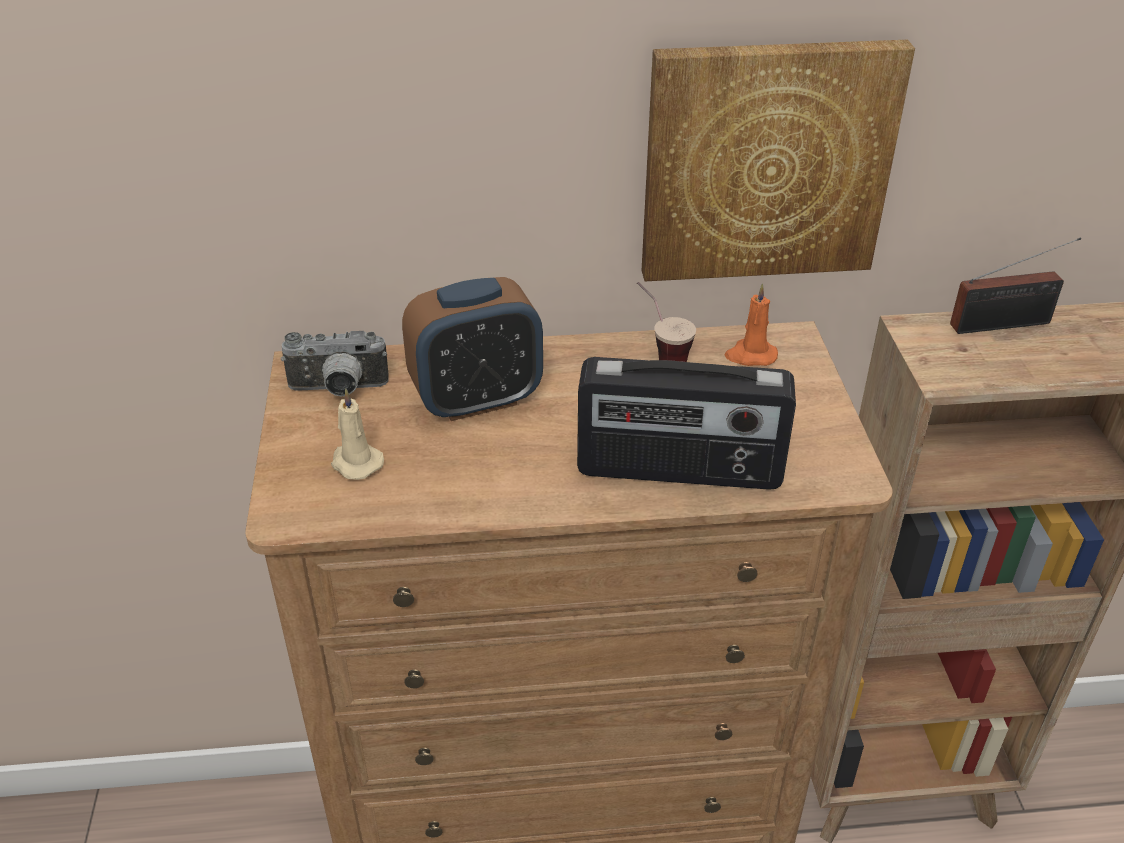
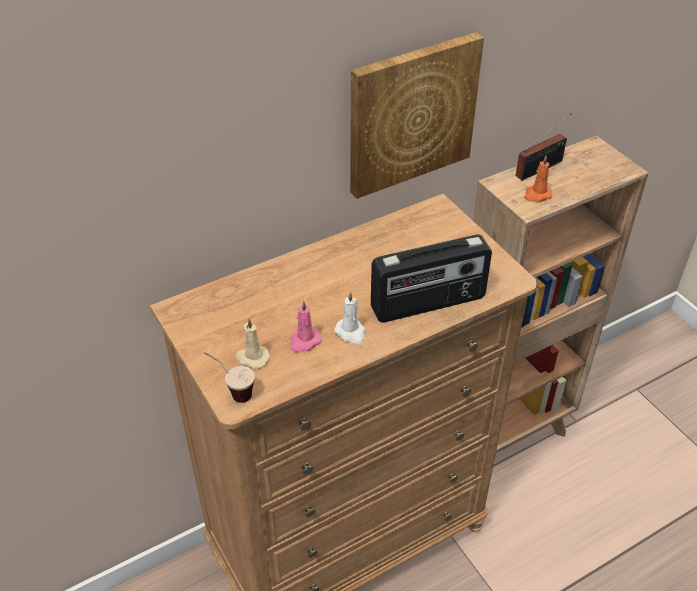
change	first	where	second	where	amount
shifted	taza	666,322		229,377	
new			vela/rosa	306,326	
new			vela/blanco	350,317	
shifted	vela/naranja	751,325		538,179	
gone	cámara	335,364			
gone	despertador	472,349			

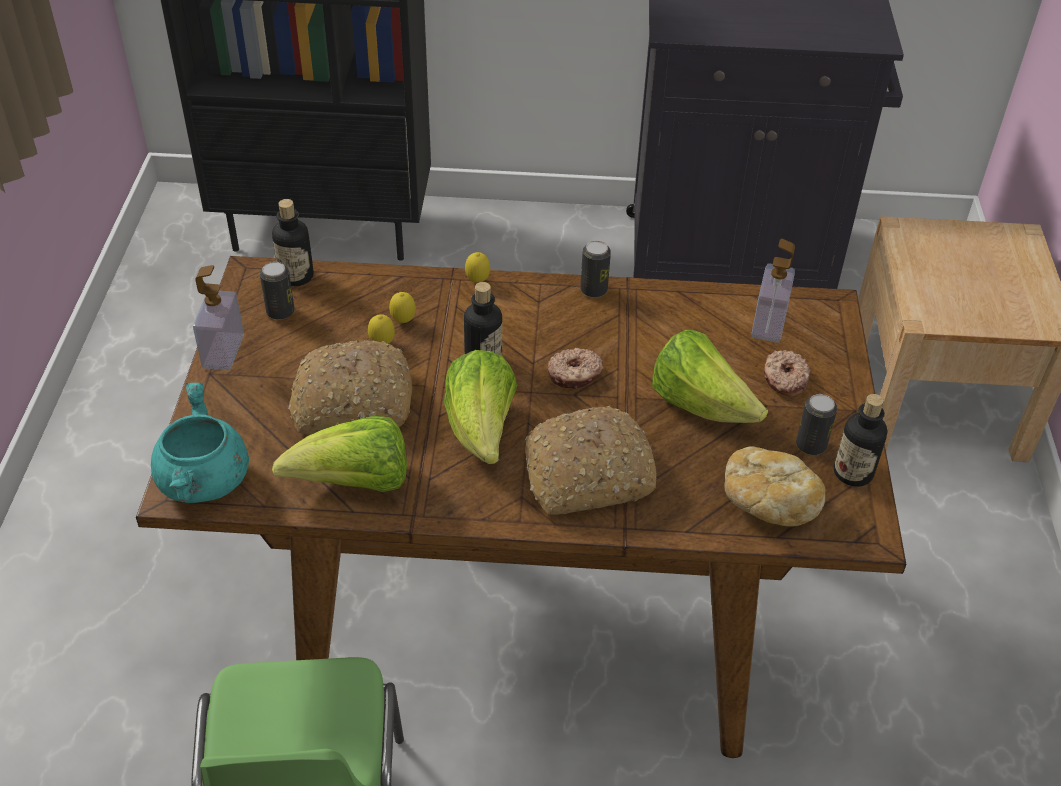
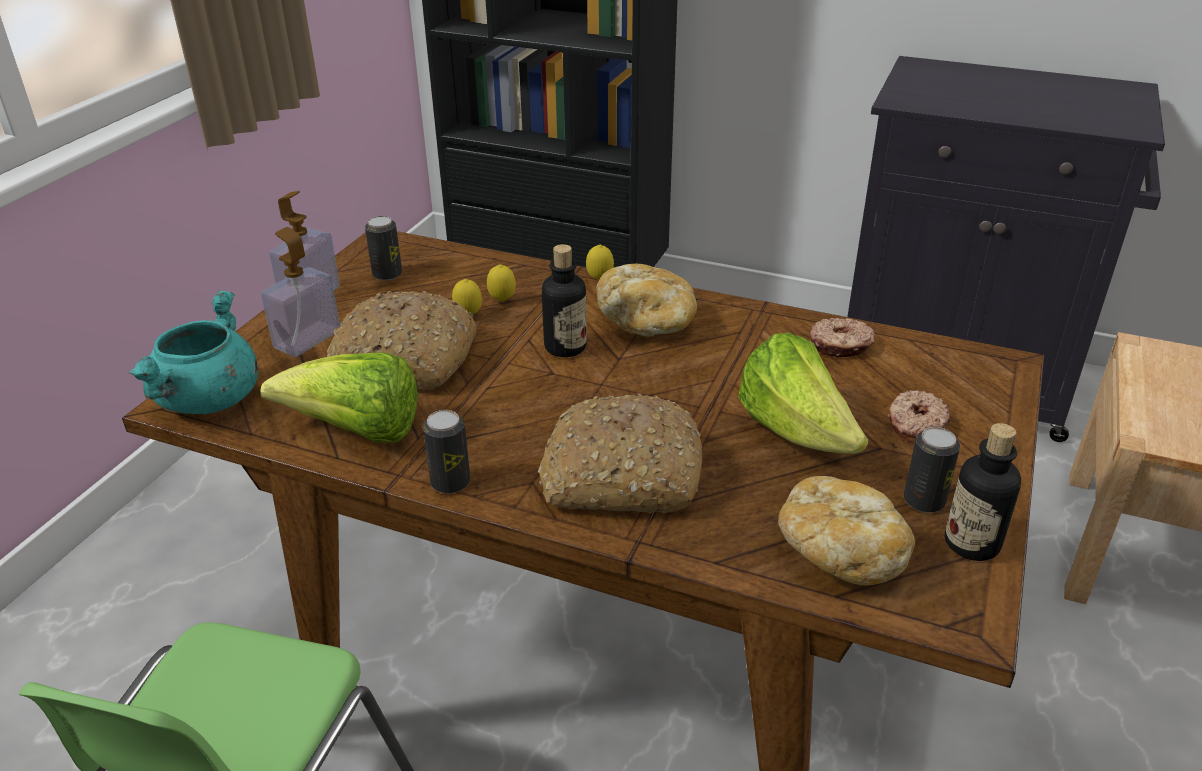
change	first	where	second	where	amount
shifted	dispensador de jabón	773,291		300,292	
shifted	lata	595,269		446,452	
new			pan	646,300	
shifted	rosquilla	575,368		843,338	
gone	botella	293,242			
gone	lechuga	480,407			

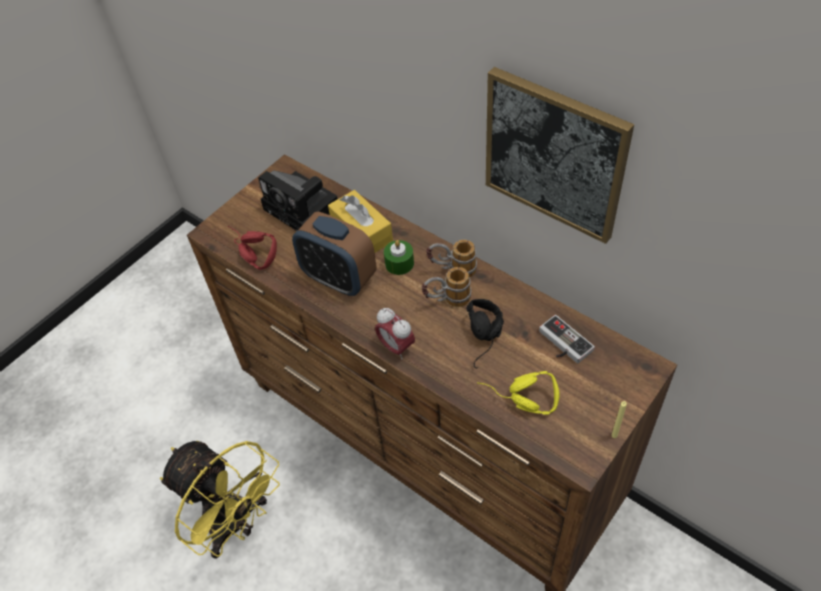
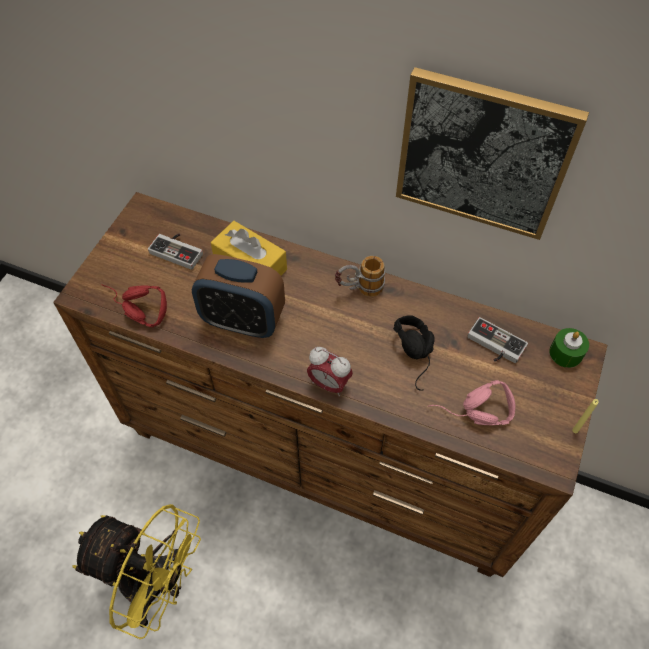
change	first	where	second	where	amount
swapped	cámara	298,200	mando de consola	175,251	
repainted	auriculares/amarillo	518,393	auriculares/rosa	472,402	
shifted	vela/verde	399,257		569,348	
gone	taza grande	446,287			

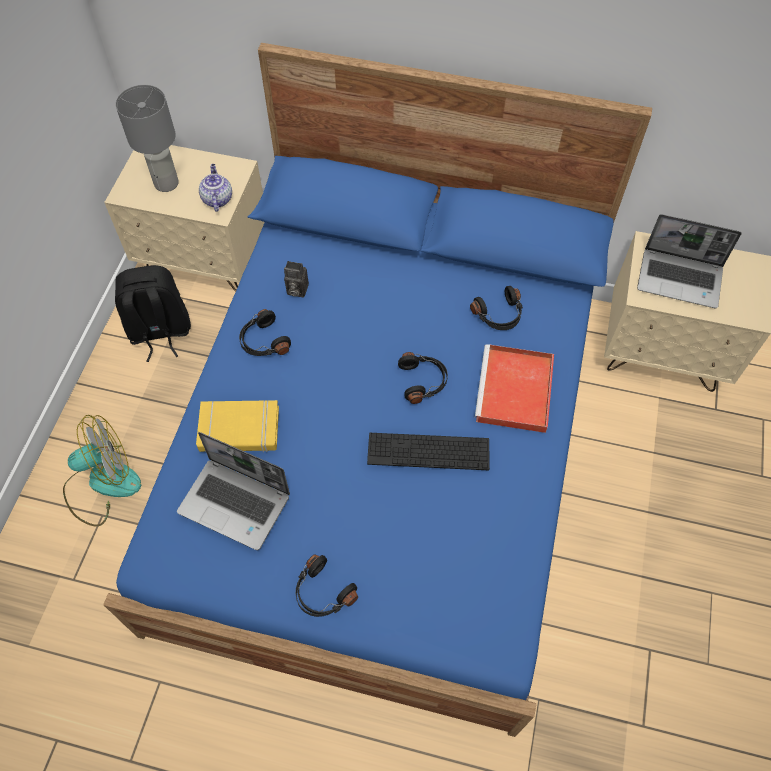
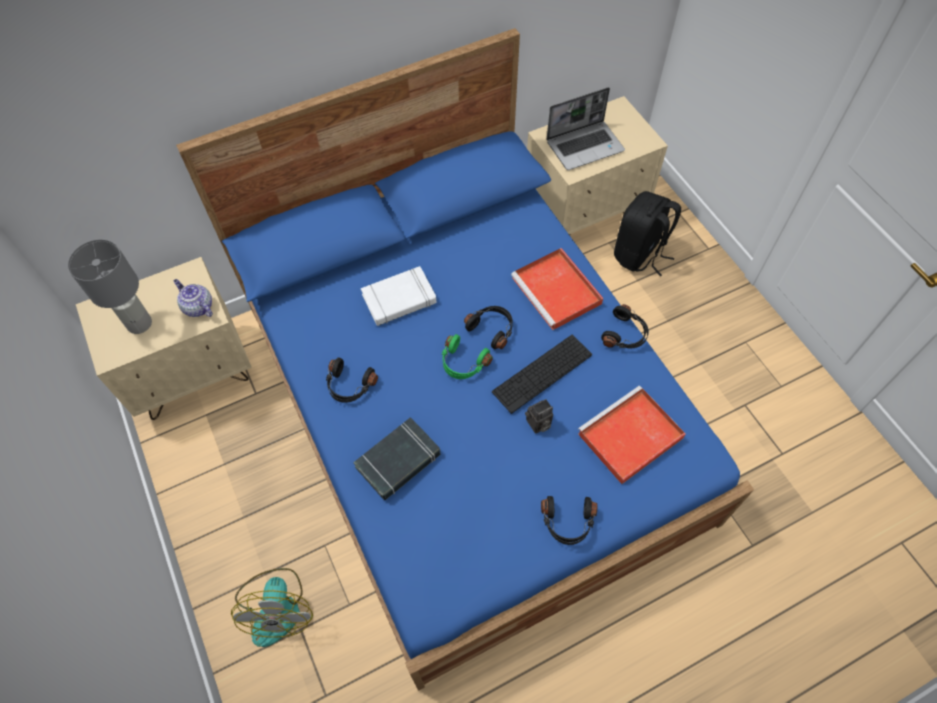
change	first	where	second	where	amount
rotated	ventilador	102,471		272,607	150 degrees clockwise
repainted	libro/amarillo	237,426	libro/negro	396,458	
new			libro/blanco	398,296	
new			auriculares/verde	467,356	
shifted	cámara	296,279		539,416	
new			bandeja/rojo	632,435	
shifted	auriculares/negro	496,308		625,326	
shifted	mochila/negro	153,313		647,233	
gone	portátil	233,491			

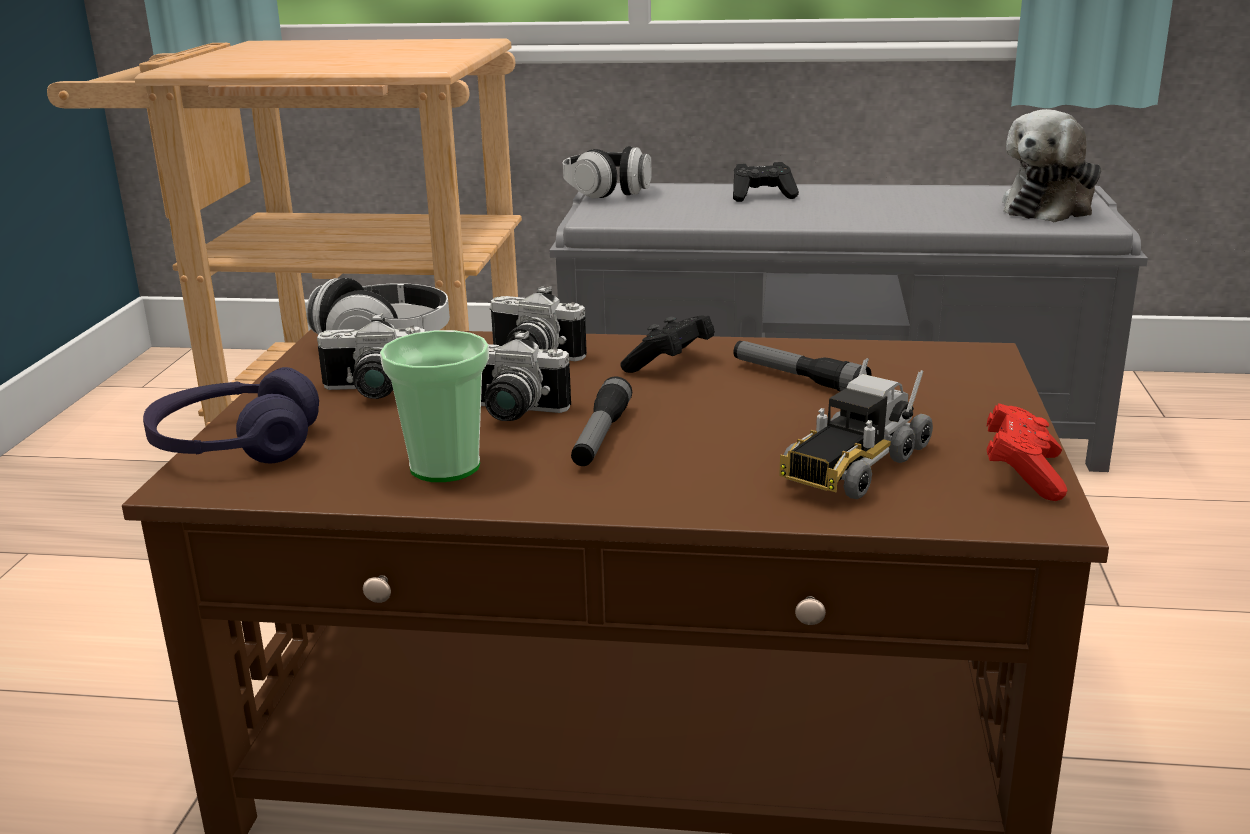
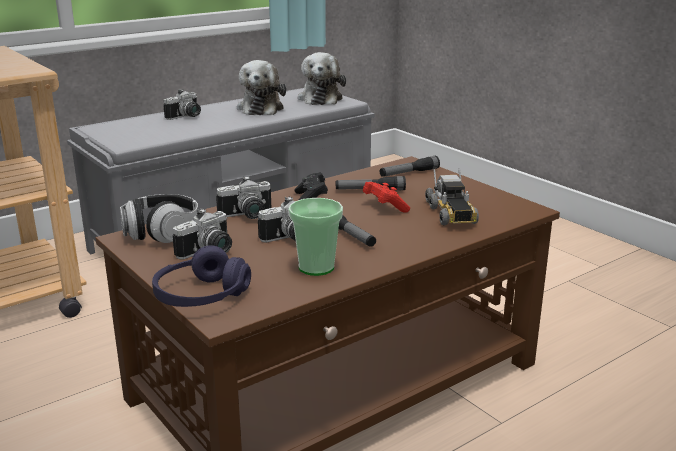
change	first	where	second	where	amount
swapped	mando de consola/negro	766,182	cámara	182,104	
new			peluche	261,87	
shifted	mando de consola/rojo	1027,452		386,197	
new			linterna	410,166	
gone	auriculares	607,172			

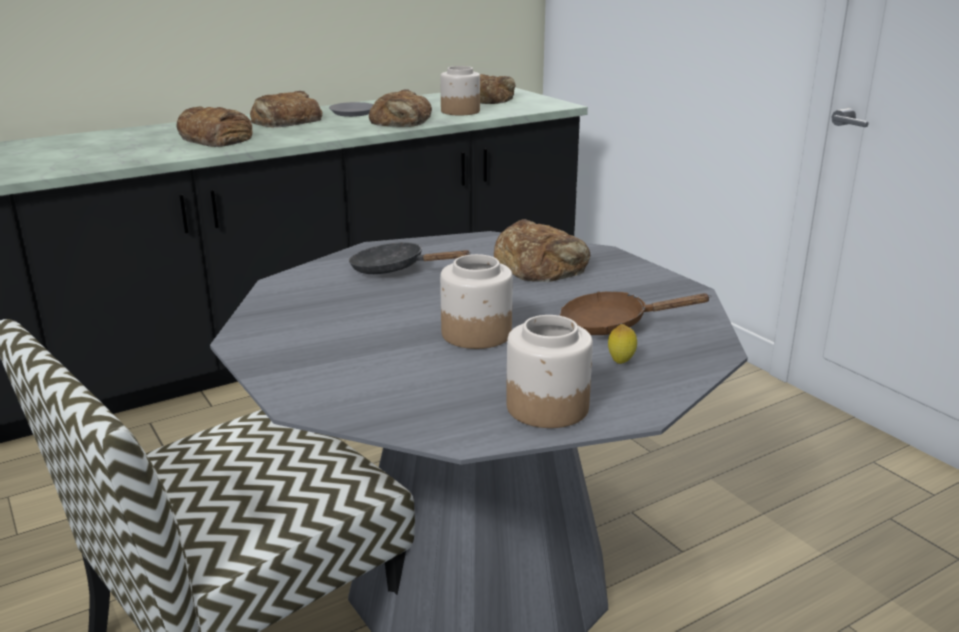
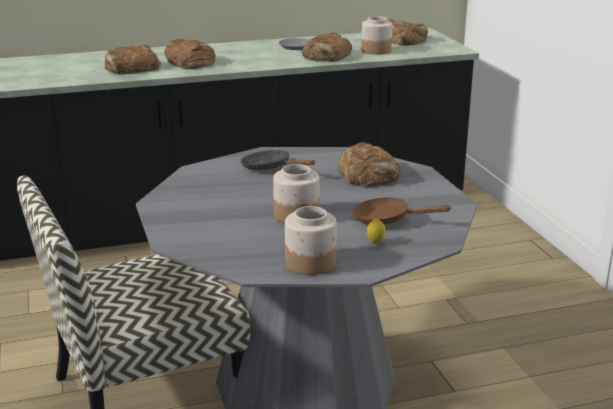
change	first	where	second	where	amount
shifted	pan	286,109		132,59	

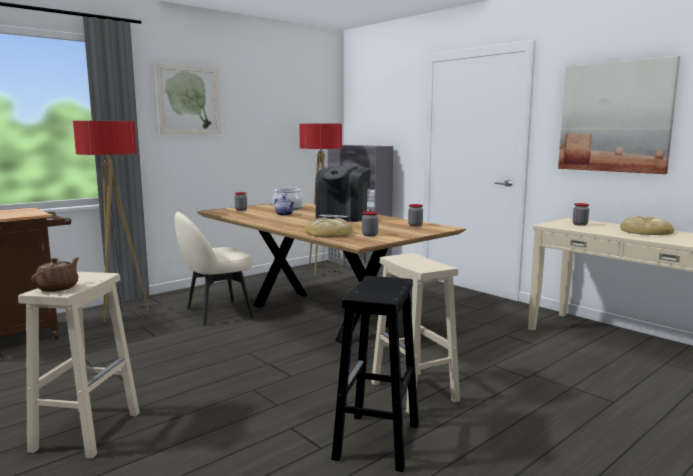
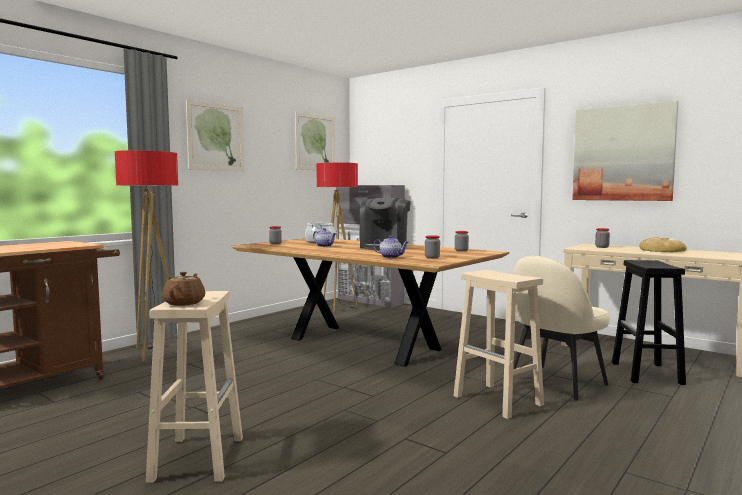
change	first	where	second	where	amount
new			cuadro	315,140	
swapped	pan	328,228	tetera	390,247	
shifted	silla/beis	214,269		561,328	
shifted	taburete/negro	375,374		649,322	

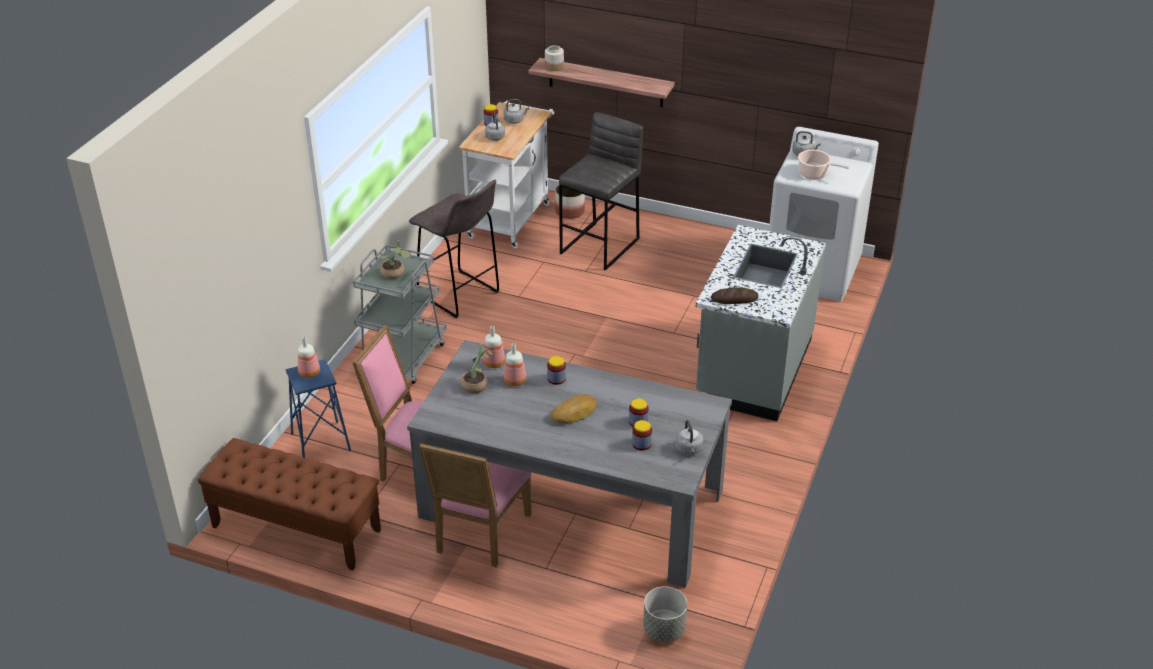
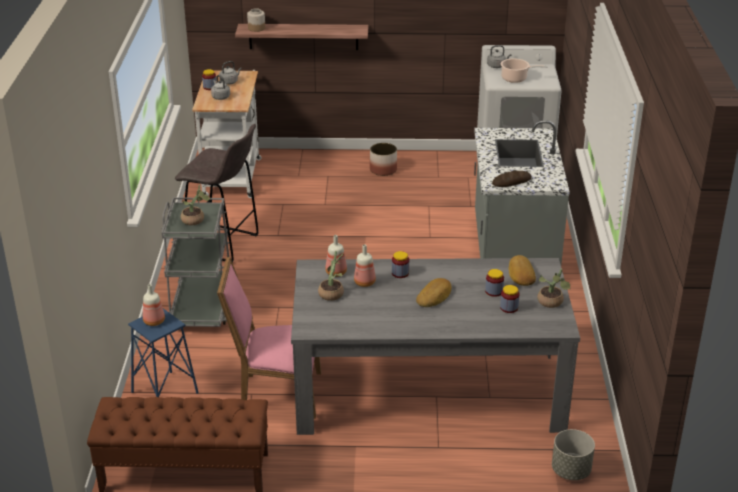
change	first	where	second	where	amount
shifted	maceta	570,202		383,159	
new			pan	522,270	
swapped	hervidor/gris	689,437	planta en maceta	553,288	
gone	silla/rosa	475,505			
gone	taburete/gris	601,191			

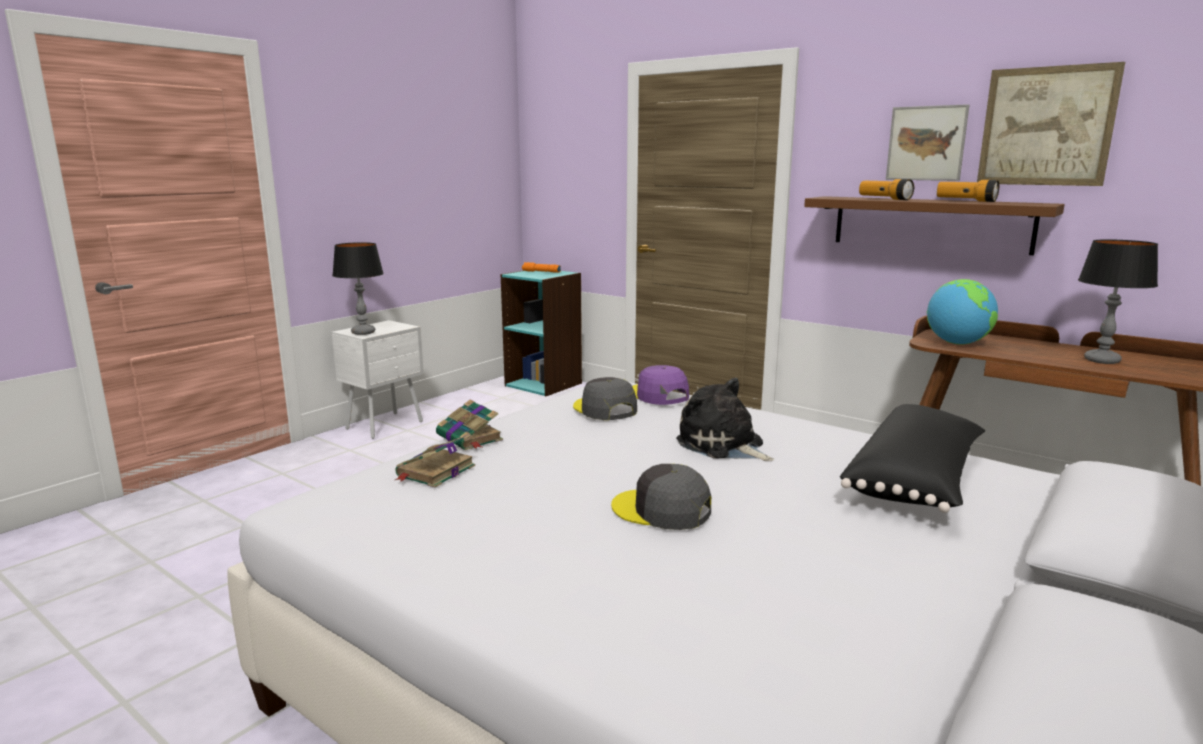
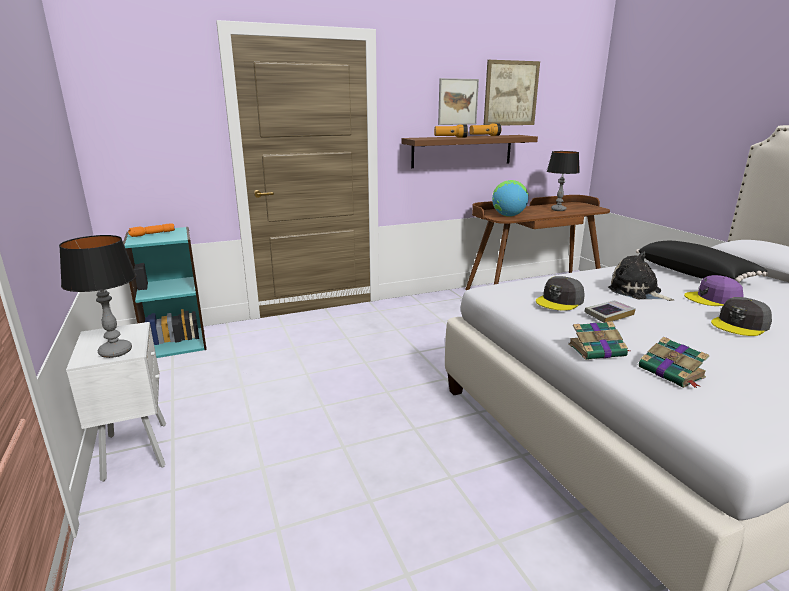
change	first	where	second	where	amount
rotated	gorra/gris	605,398		560,293	45 degrees counterclockwise
new			libro	610,312	
rotated	peluche	725,419		641,276	60 degrees clockwise
shifted	gorra/morado	660,385		714,290	

